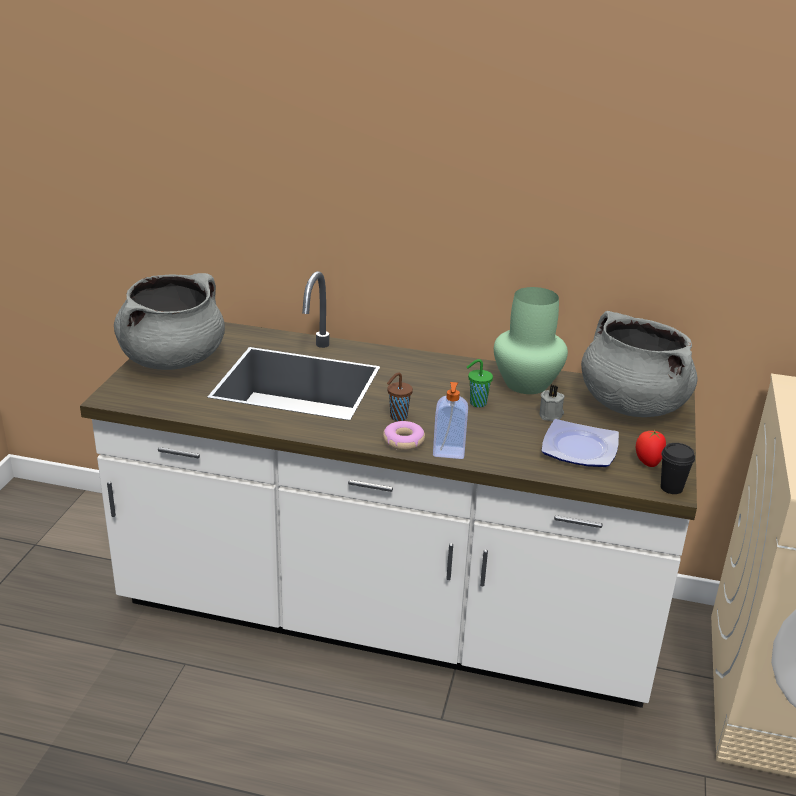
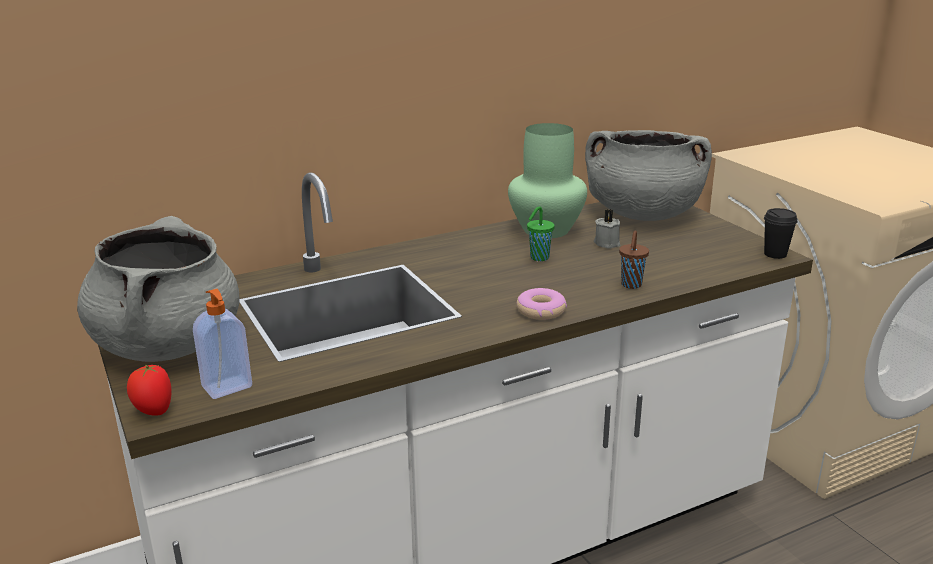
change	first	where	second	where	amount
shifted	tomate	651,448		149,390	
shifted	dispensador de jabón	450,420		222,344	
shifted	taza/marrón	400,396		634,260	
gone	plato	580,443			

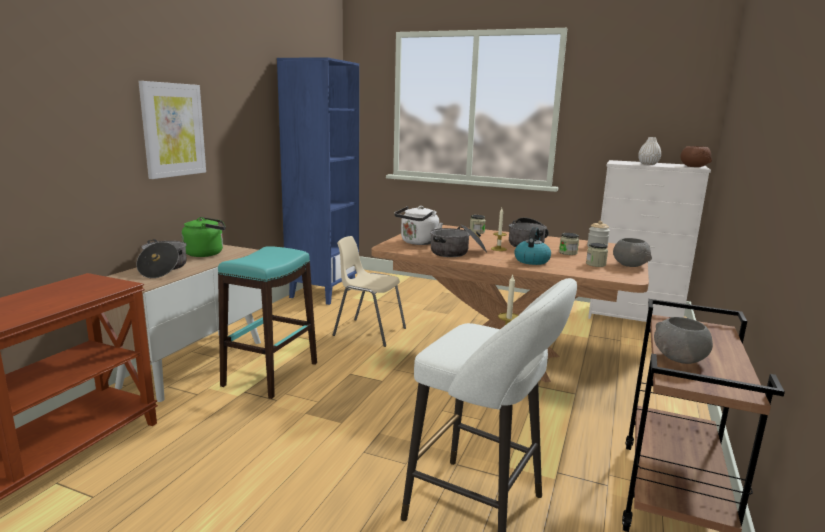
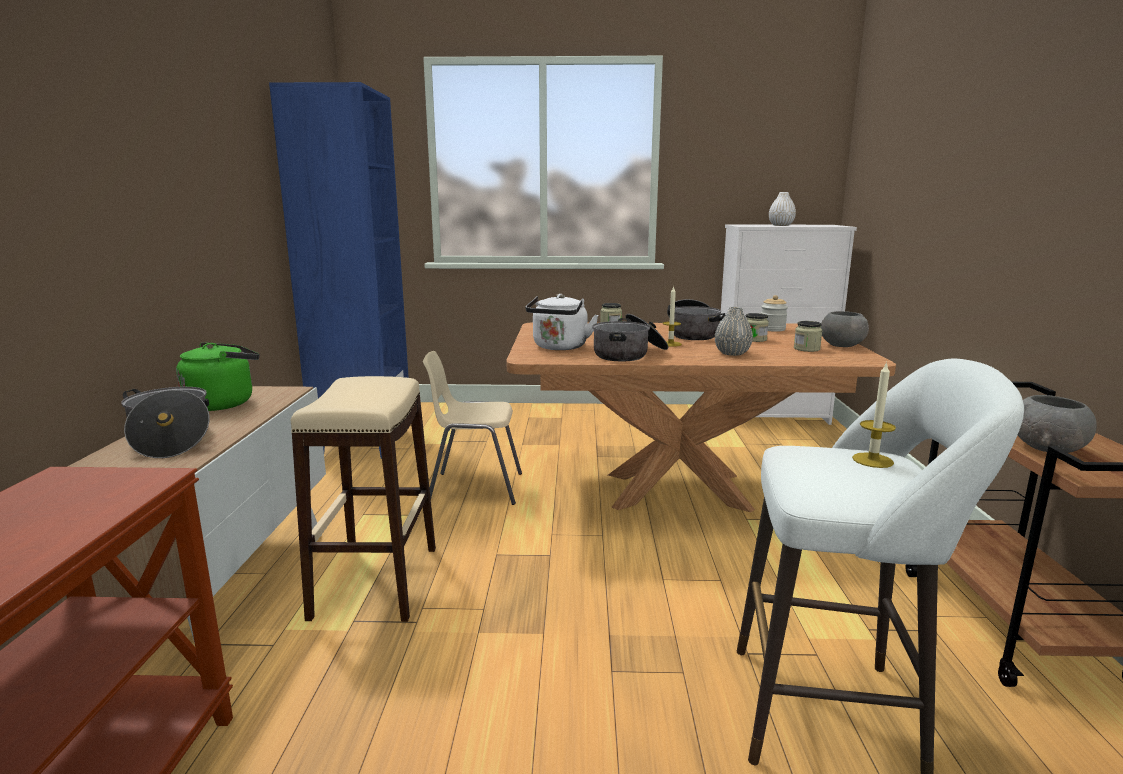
change	first	where	second	where	amount
repainted	taburete/turquesa	267,322	taburete/beis	363,499	
swapped	hervidor	532,246	florero/gris	734,331	
gone	cuadro	172,130			
gone	cuenco/marrón	696,156			

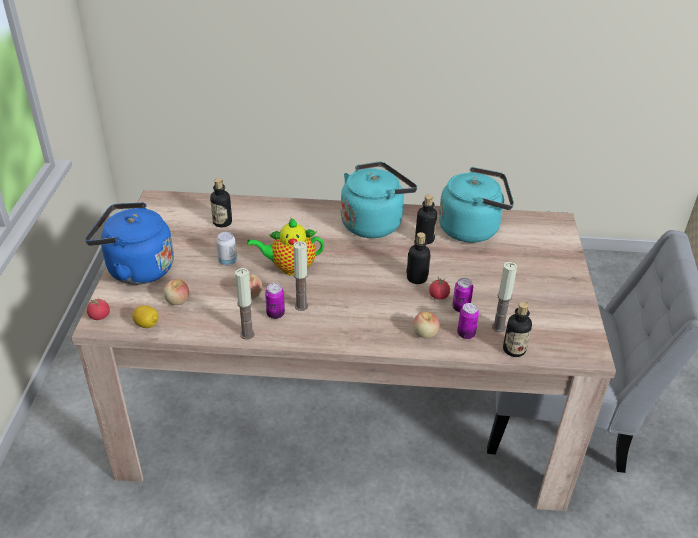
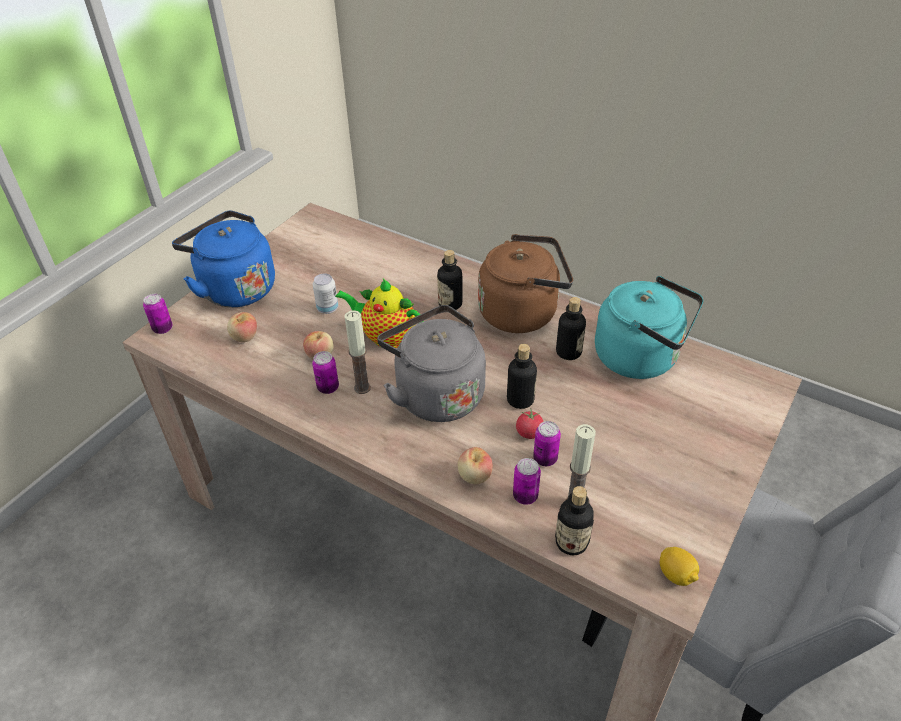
change	first	where	second	where	amount
swapped	tomate	98,308	lata	158,314	
new			hervidor/gris	431,363	
shifted	botella	221,202		450,280	
repainted	hervidor/turquesa	379,200	hervidor/marrón	525,283	
shifted	limón	145,316		679,566	
gone	vela	244,304			

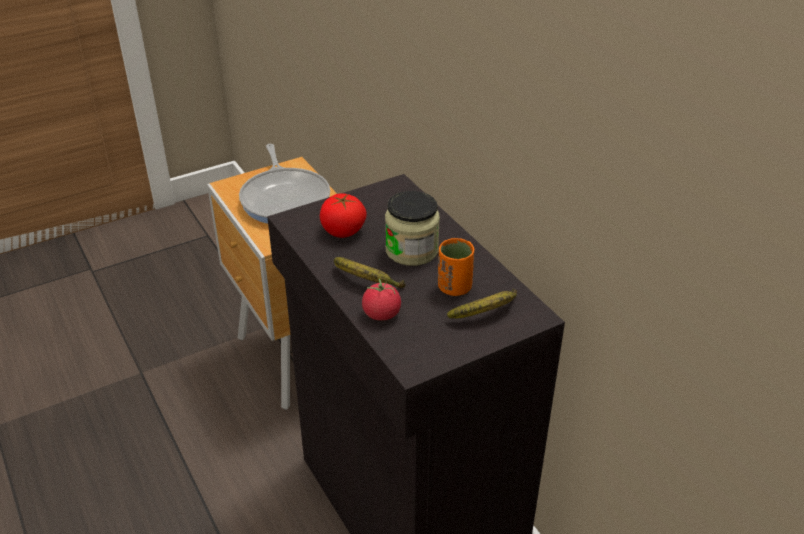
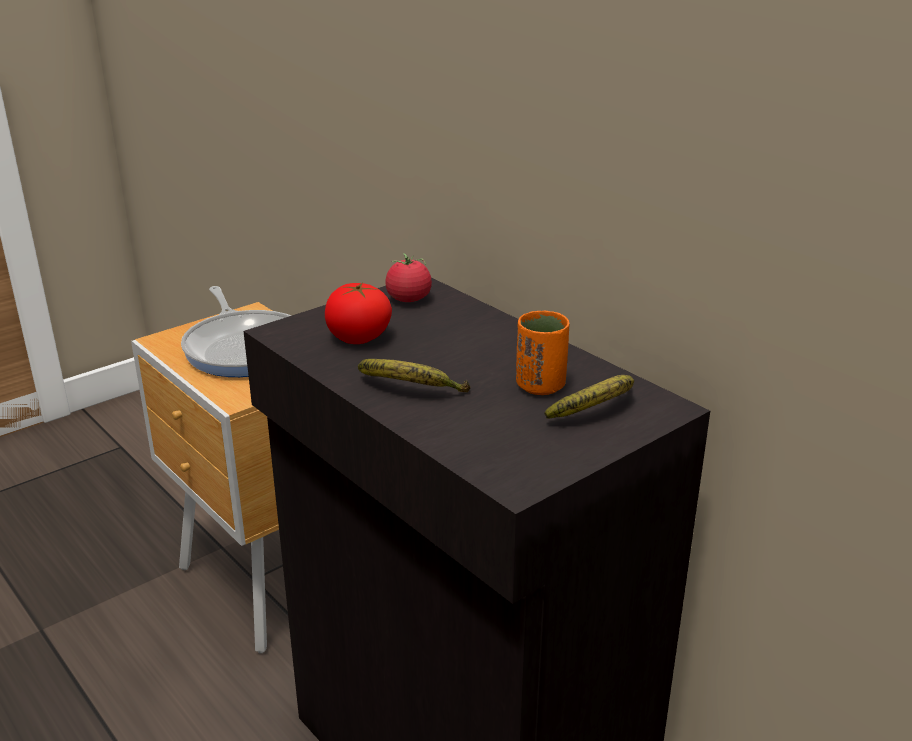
change	first	where	second	where	amount
shifted	tomate	381,300		408,277	
gone	tarro	412,228			

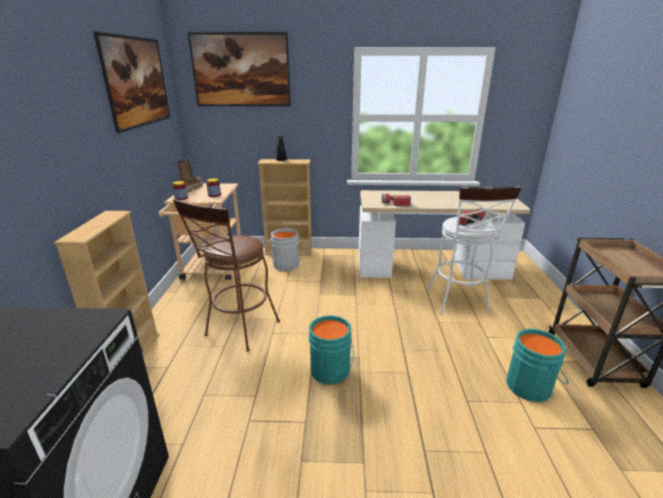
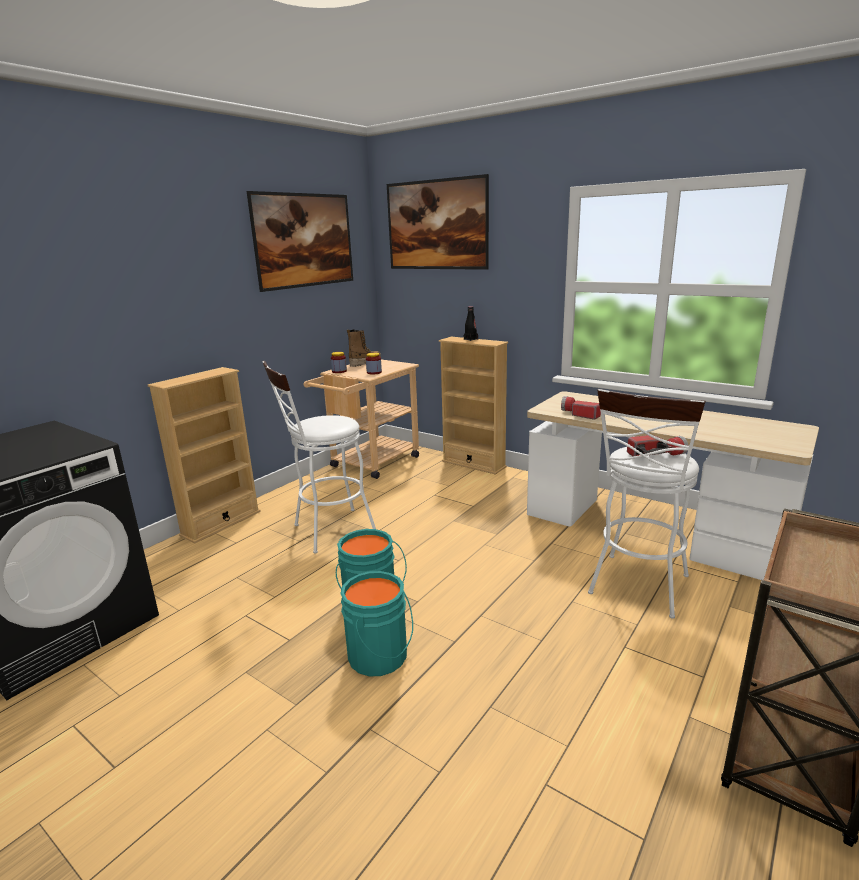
change	first	where	second	where	amount
repainted	taburete/marrón	226,275	taburete/blanco	319,457	
shifted	cubo/turquesa	537,365		376,623	
gone	cubo/gris	286,249			

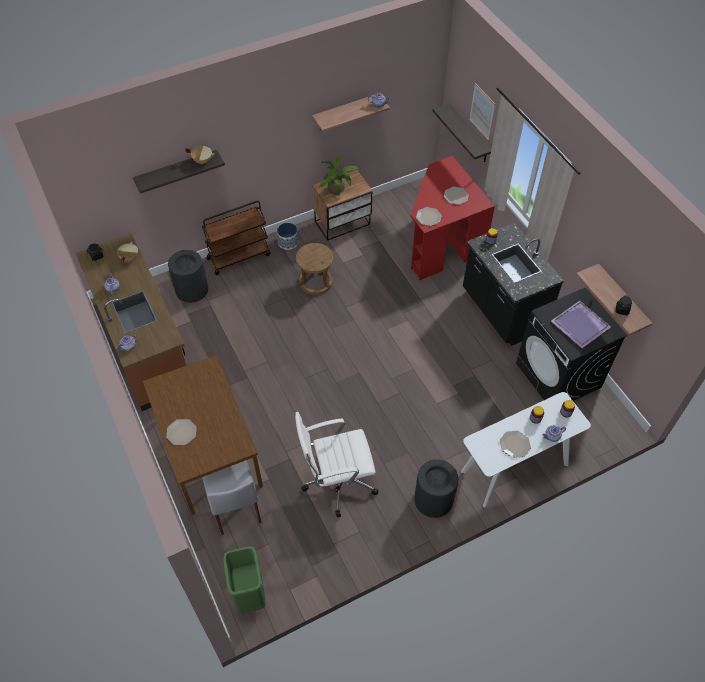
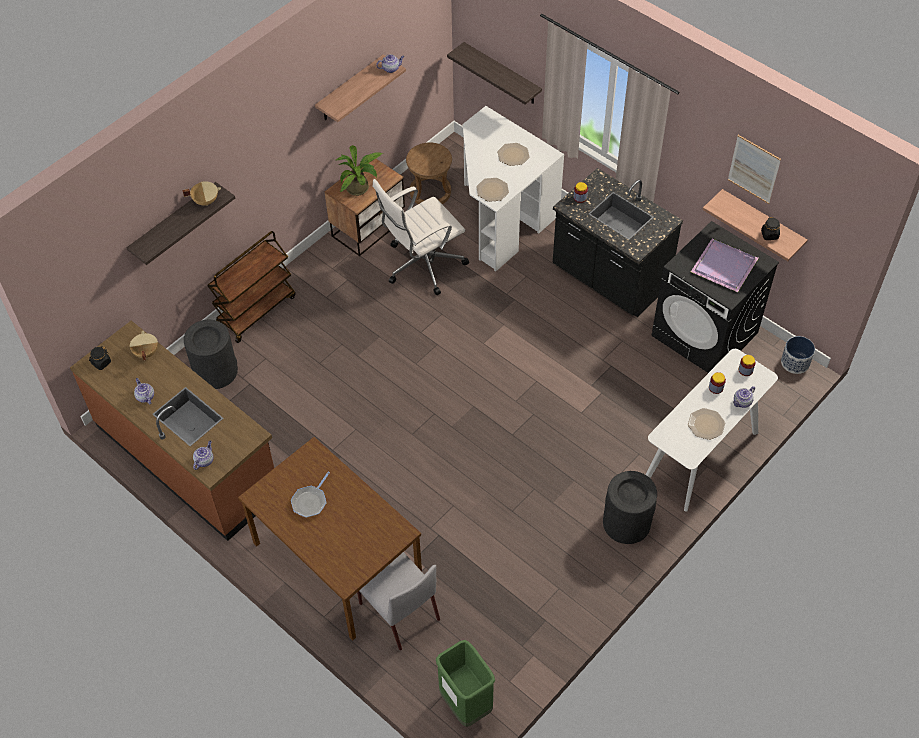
change	first	where	second	where	amount
new			sartén	310,495	
shifted	silla de oficina/blanco	336,464		421,237	
shifted	taburete/marrón	314,269		429,173	
repainted	escritorio/rojo	453,218	escritorio/blanco	513,189	
shifted	cuadro	482,112		754,169	
shifted	maceta	287,236		798,355	
gone	plato	181,432			

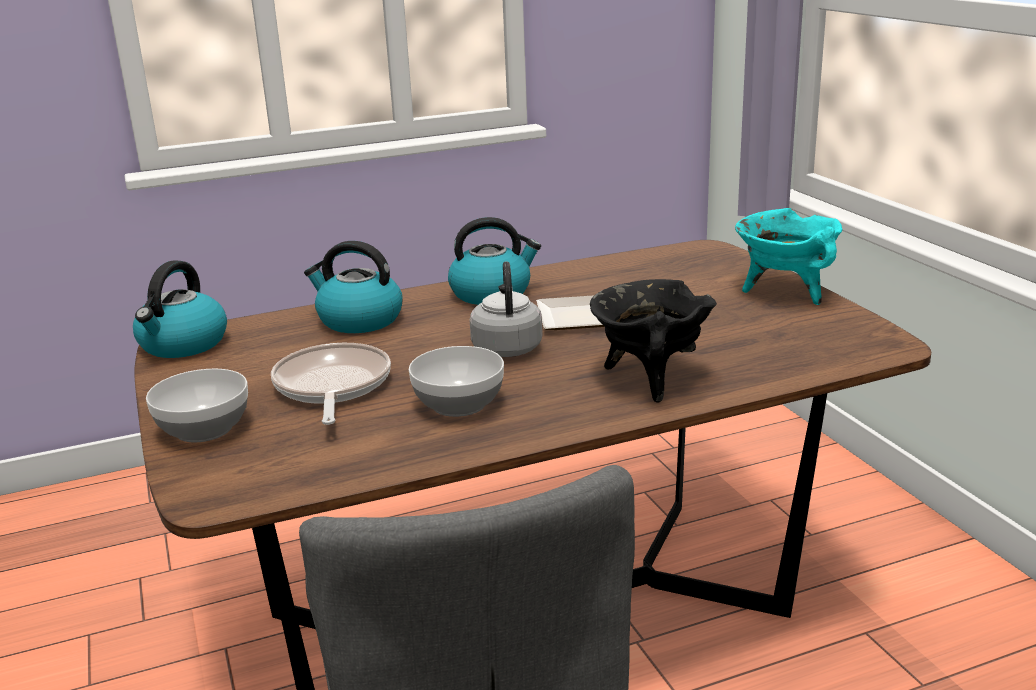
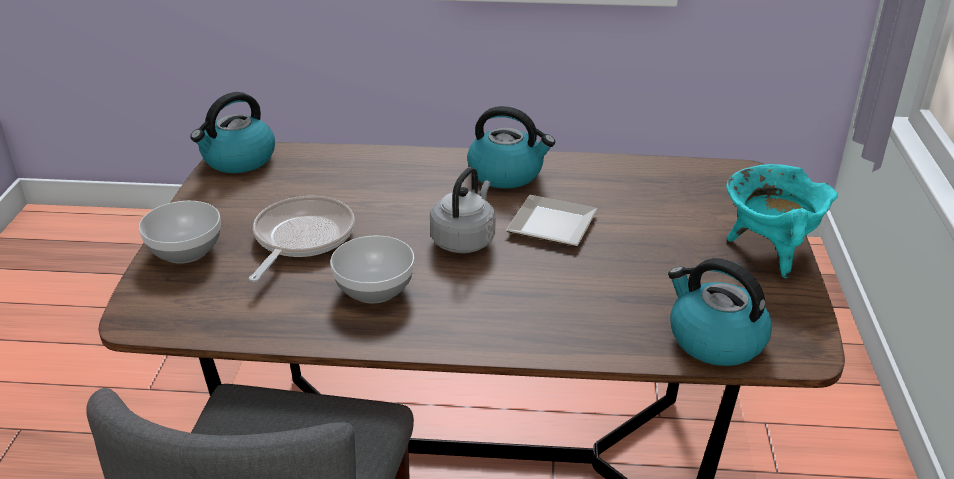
change	first	where	second	where	amount
shifted	hervidor	353,287		720,312	
gone	olla/negro	653,341			

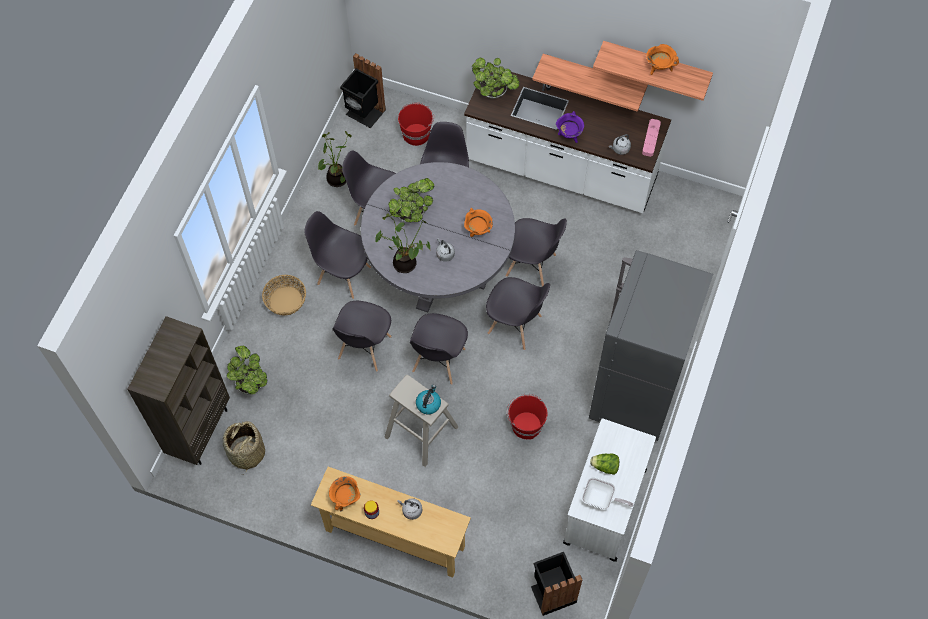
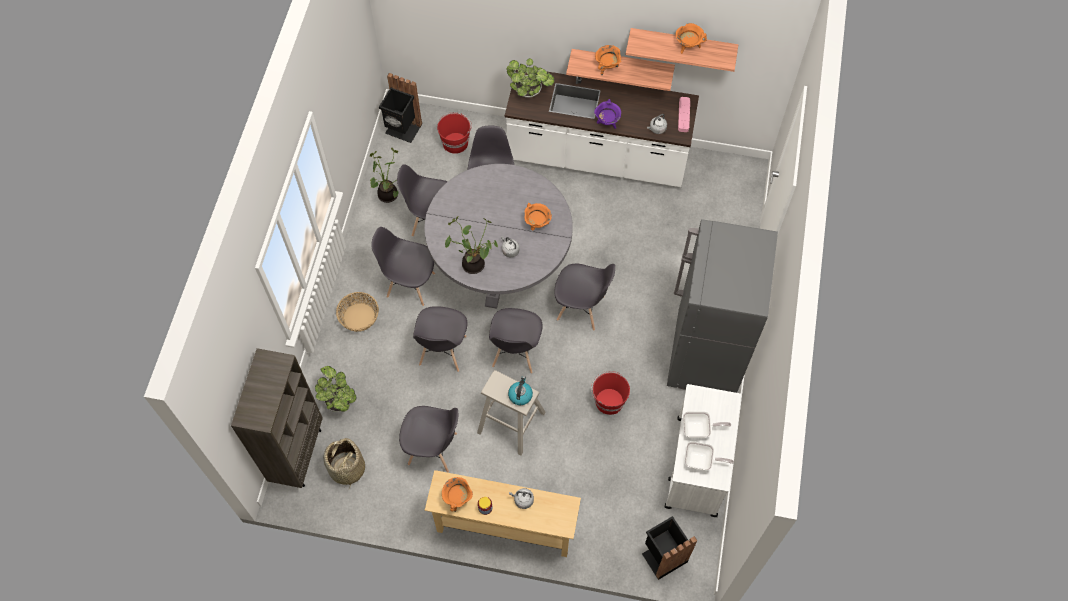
change	first	where	second	where	amount
shifted	silla/gris	536,252		428,439	
new			olla/naranja	608,60	
swapped	lechuga	604,464	sartén	707,424	
gone	planta en maceta	411,200			

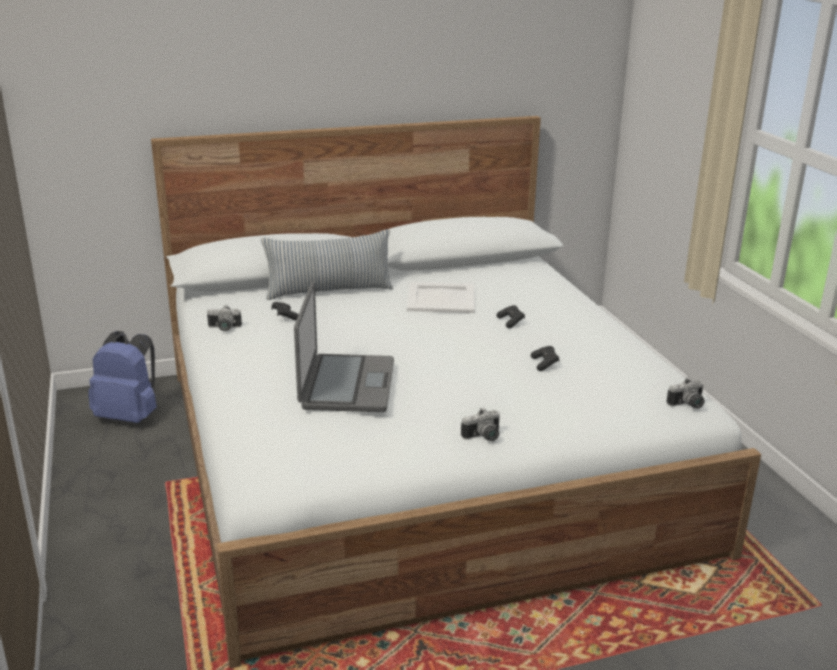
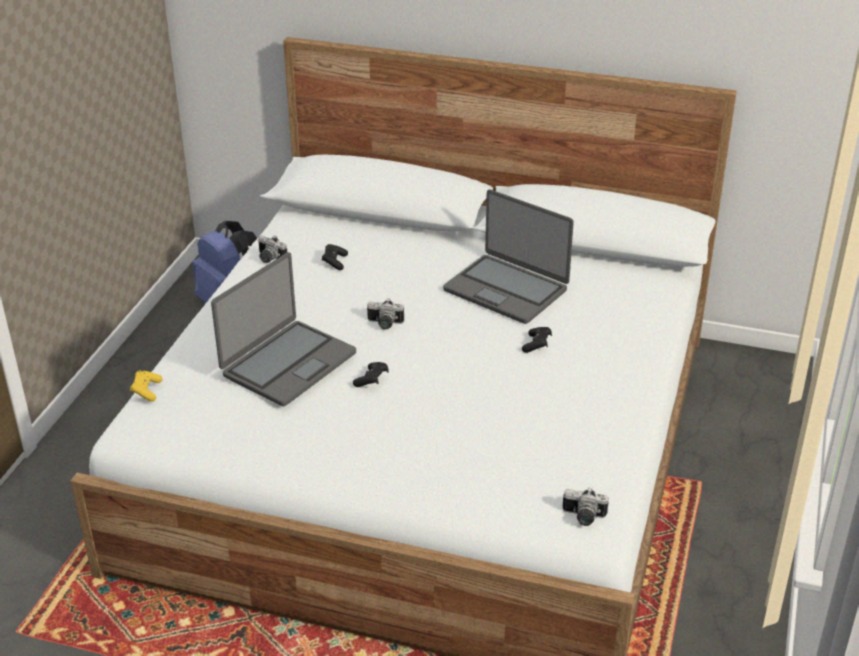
change	first	where	second	where	amount
new			mando de consola/amarillo	146,386	
shifted	mando de consola/negro	545,358		371,374	
shifted	cámara	480,424		385,314	
swapped	bandeja/blanco	441,297	portátil	508,256	
gone	cojín	327,264			

